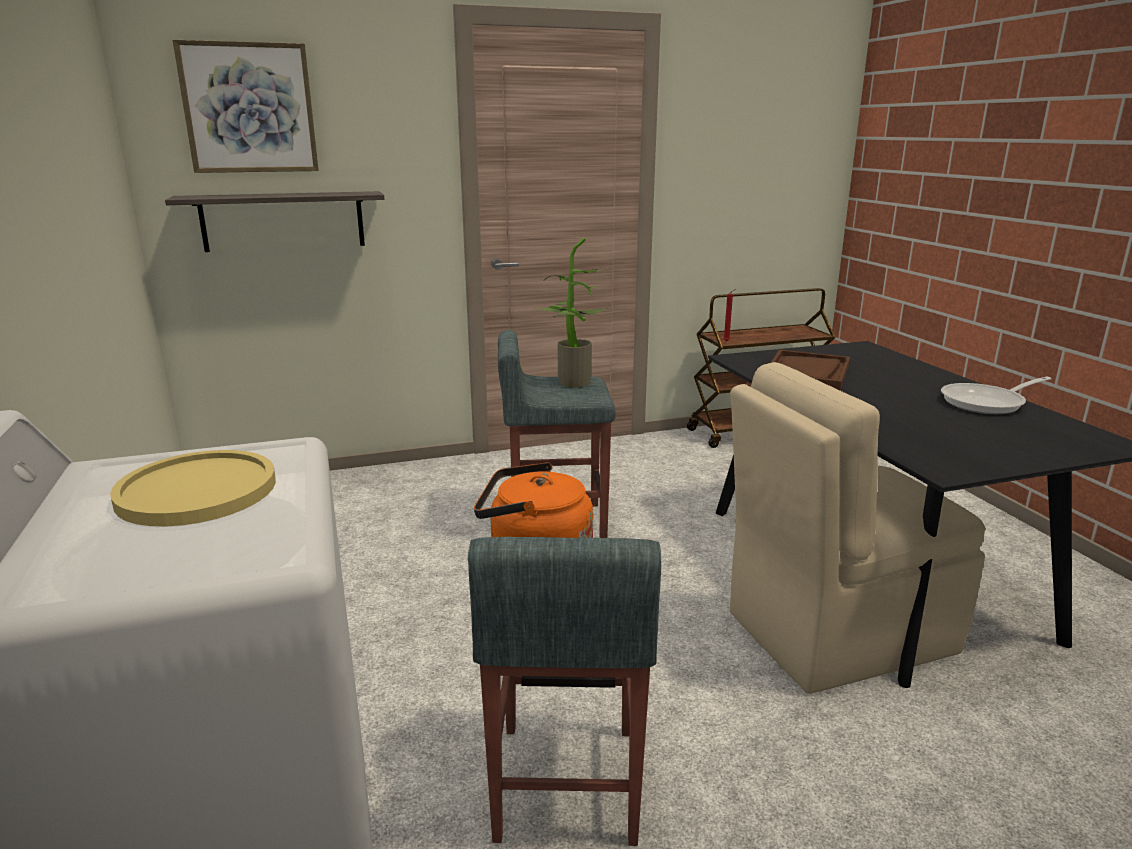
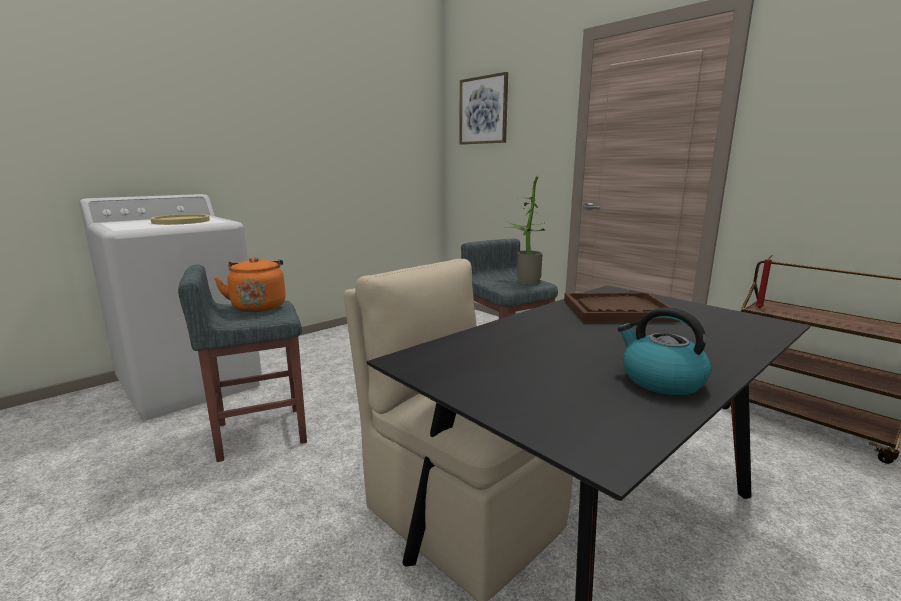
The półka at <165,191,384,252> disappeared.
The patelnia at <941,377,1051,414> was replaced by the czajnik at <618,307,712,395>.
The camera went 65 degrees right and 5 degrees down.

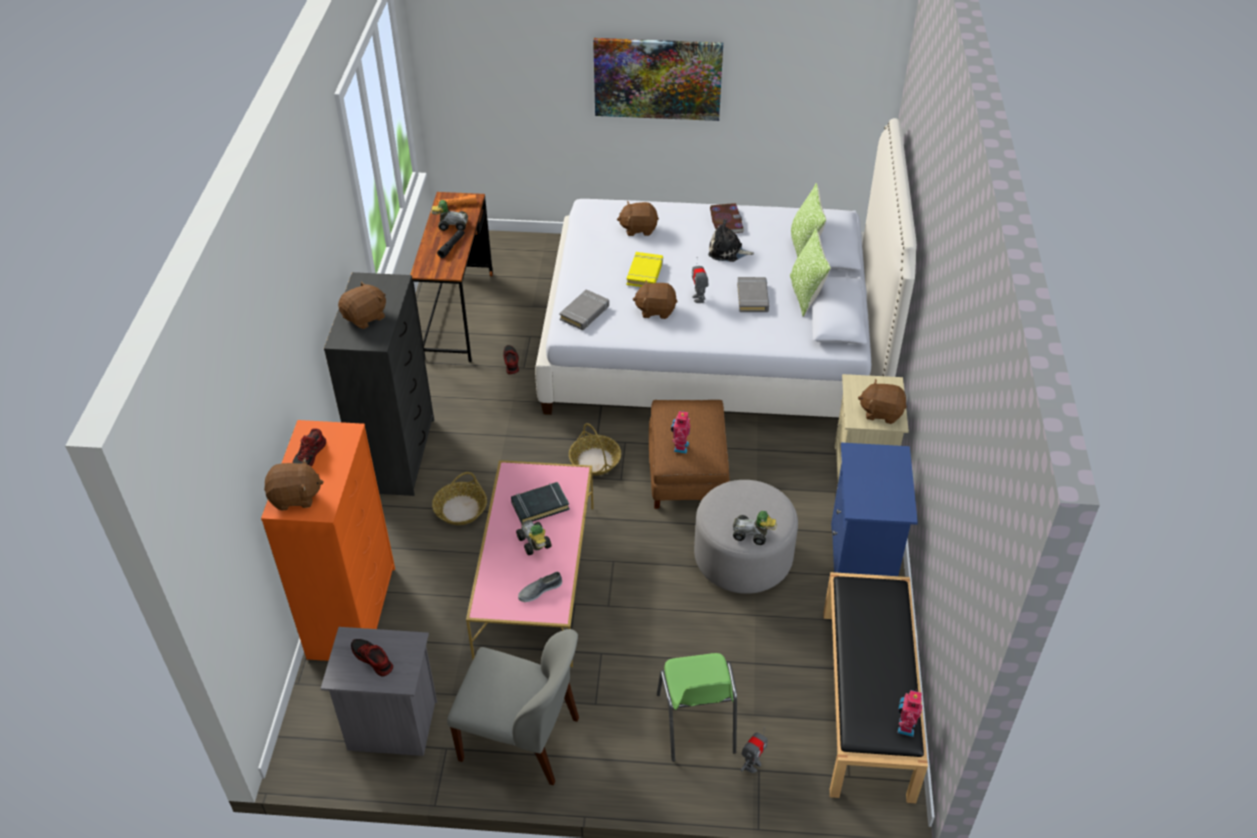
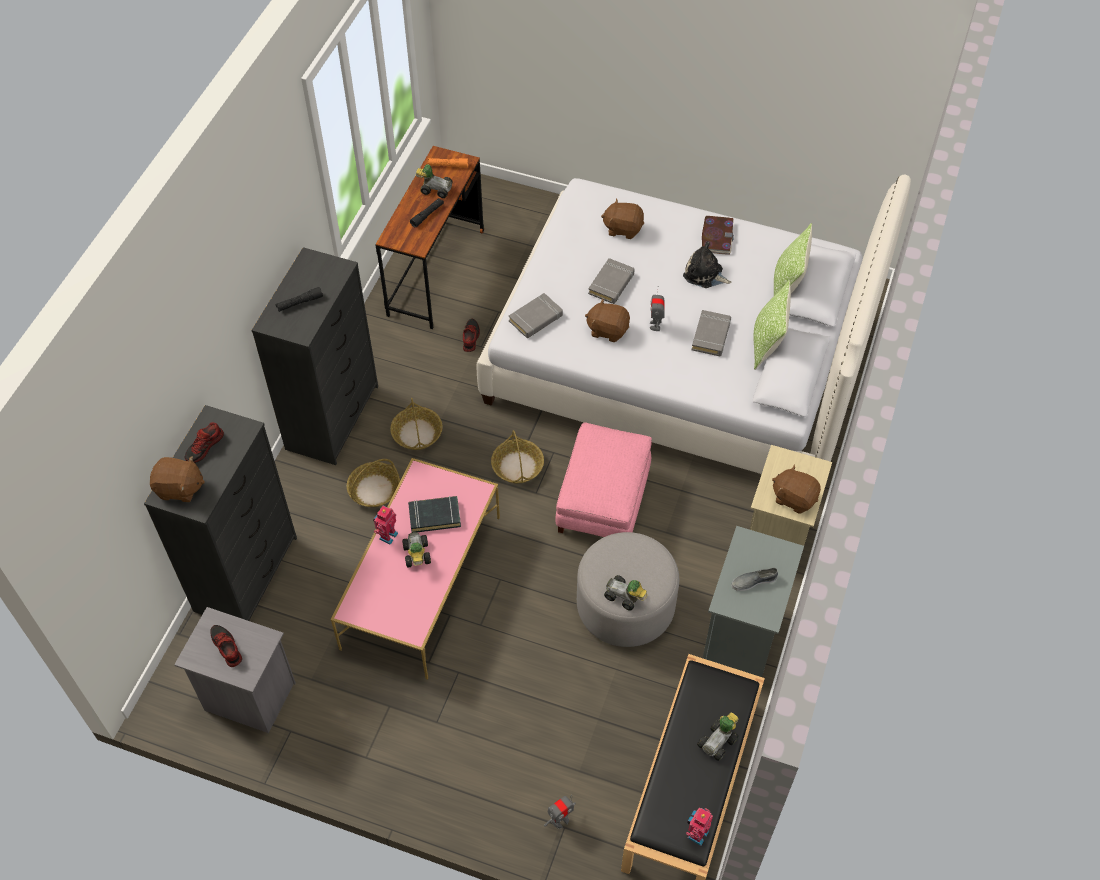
The komoda/pomarańczowy at <261,420,395,661> became the komoda/czarny at <144,405,297,621>.
The pluszak/brązowy at <338,281,386,329> was replaced by the latarka/czarny at <276,287,323,312>.
The krzesło/szary at <447,629,579,785> disappeared.
The but/szary moved from <518,572,562,602> to <731,568,778,591>.
The obraz at <593,38,723,121> disappeared.
The książka/żółty at <626,252,663,287> became the książka/szary at <588,258,635,304>.
The pufa/brązowy at <649,400,730,509> became the pufa/różowy at <555,422,652,537>.
The krzesło/zielony at <657,653,737,762> disappeared.
The robot zabawkowy moved from <671,411,690,454> to <373,506,398,545>.
The szafka nocna/niebieski at <831,443,918,576> became the szafka nocna/szary at <703,526,804,677>.
The koszyk at <390,398,443,450> appeared.
The samochodzik at <697,713,739,761> appeared.
The camera went 15 degrees right and 10 degrees up.

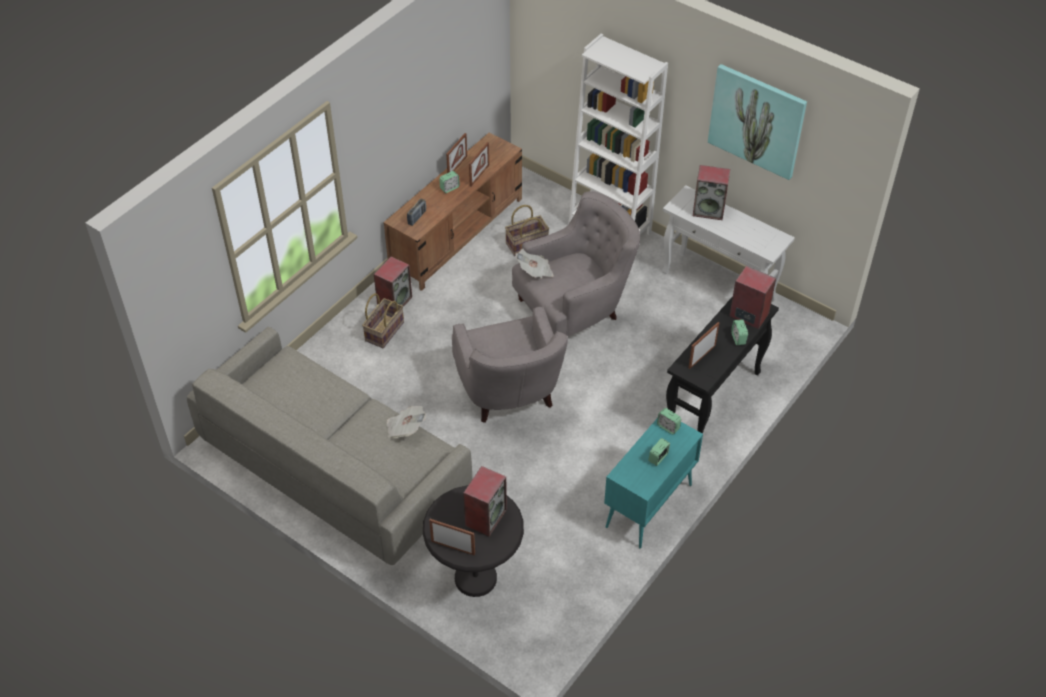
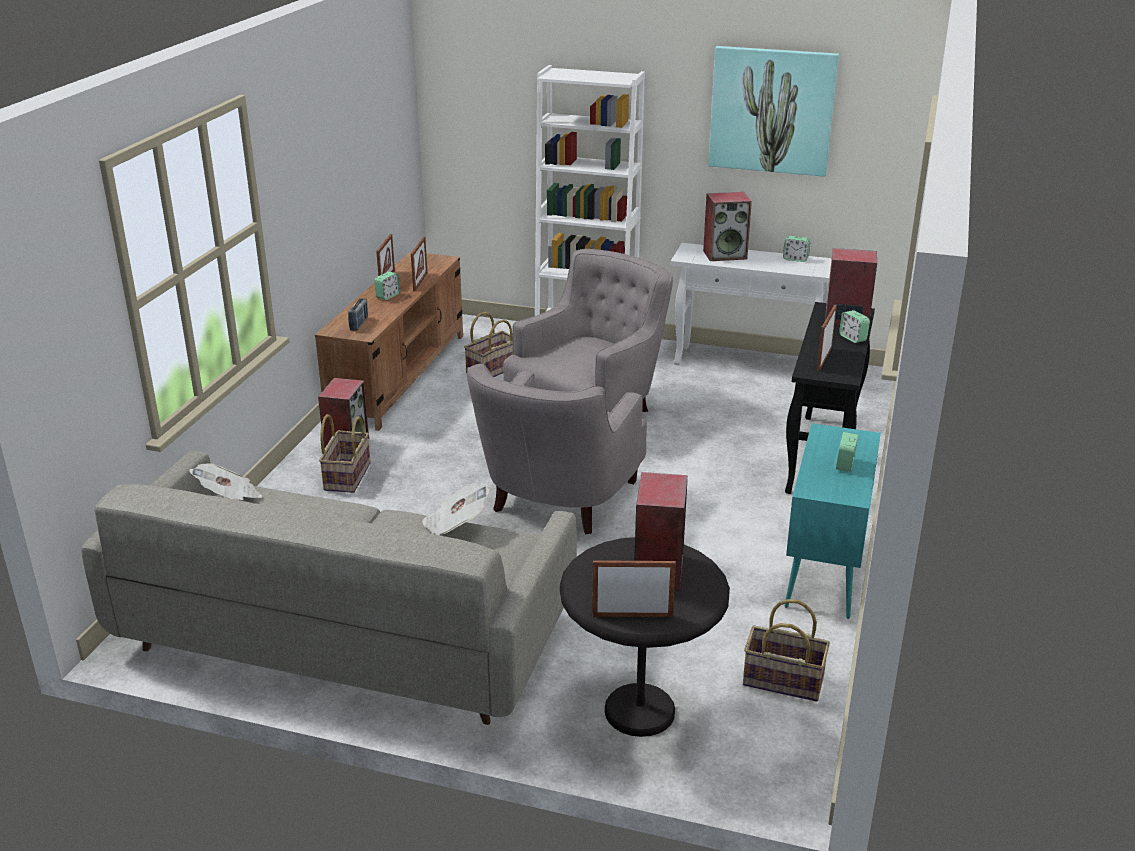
The fotel/szary at <452,306,568,423> turned 60 degrees clockwise.
The gazeta moved from <515,249,554,279> to <189,463,263,500>.
The budzik moved from <657,408,681,434> to <783,236,810,262>.
The koszyk at <743,599,830,702> appeared.
The camera went 20 degrees left and 20 degrees down.

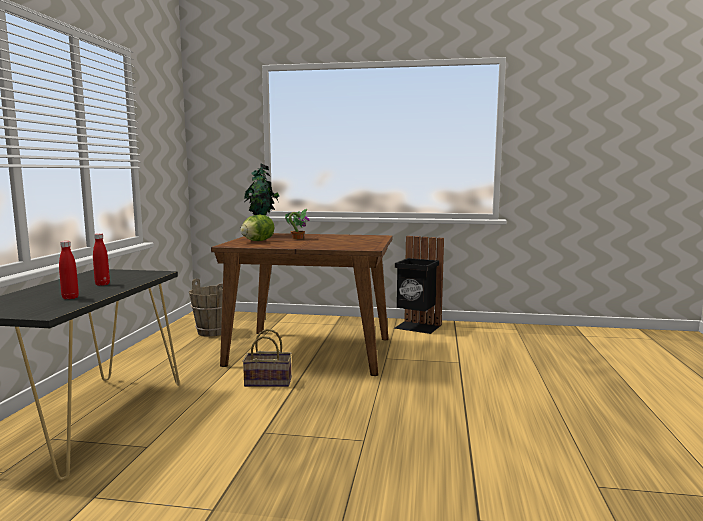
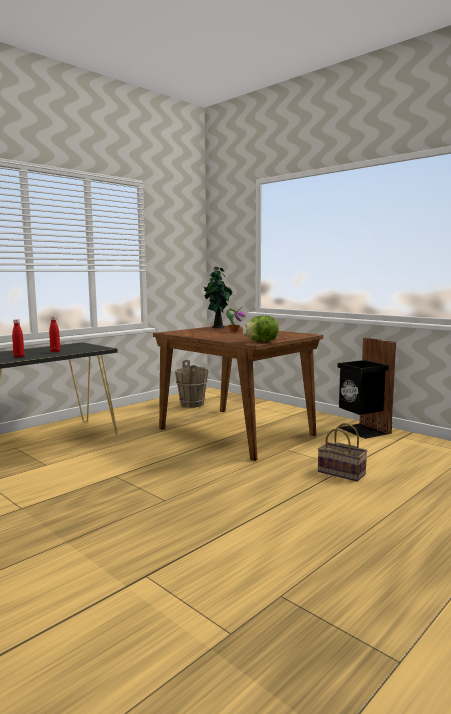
The sałata moved from <240,215,274,241> to <243,316,279,342>.
The koszyk moved from <242,329,292,387> to <318,423,368,481>.
The camera went 35 degrees right and 0 degrees up.

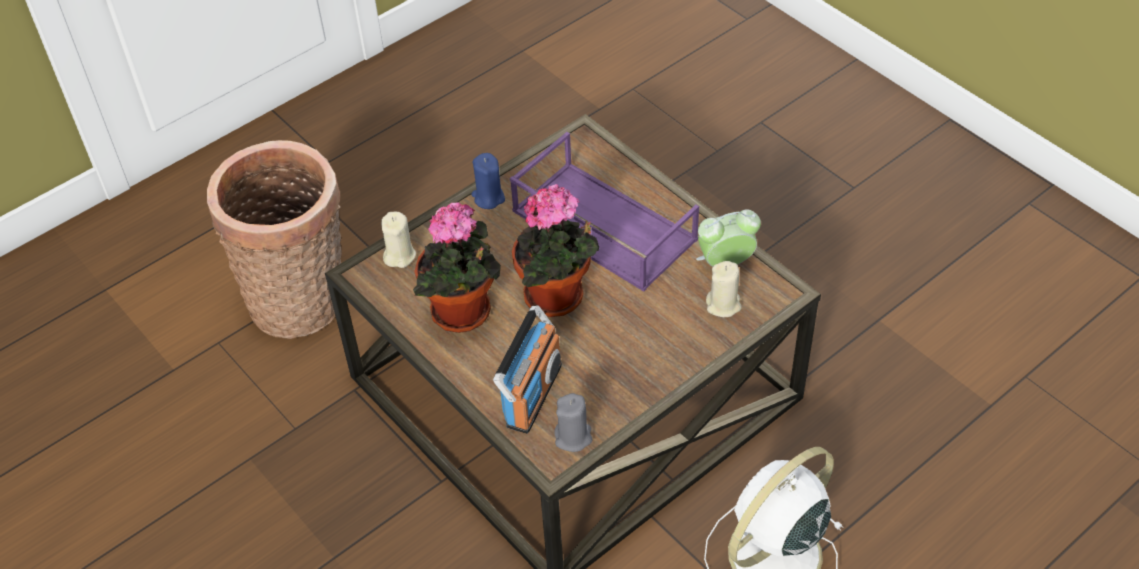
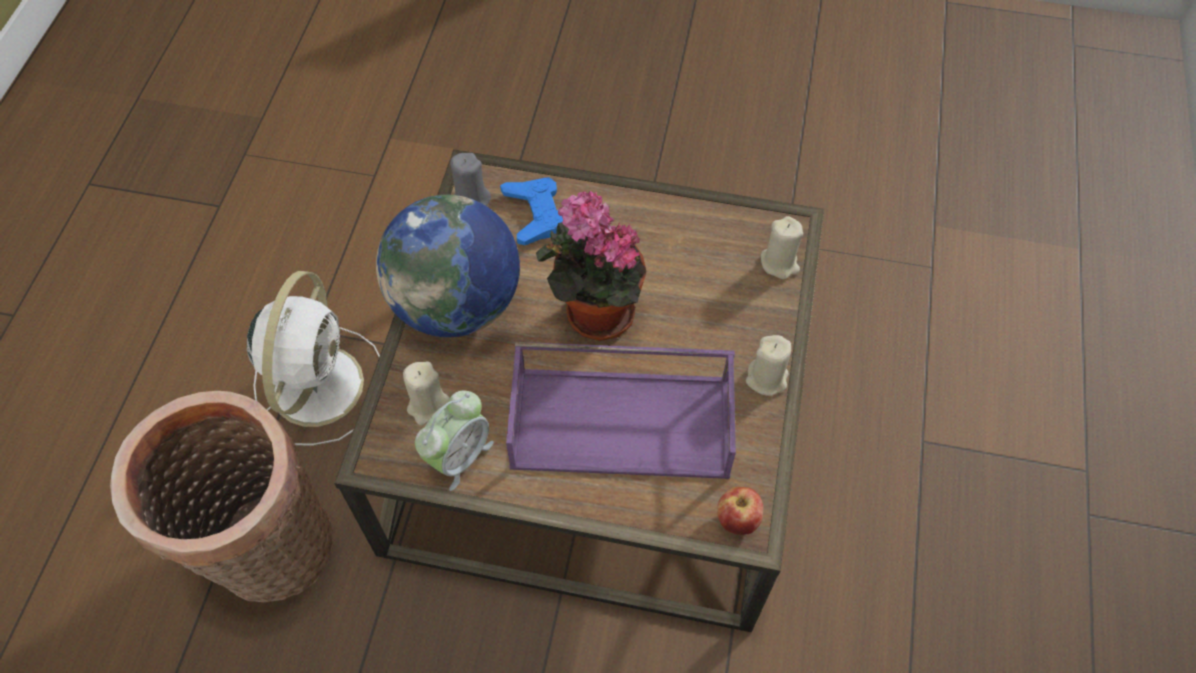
The koszyk moved from <207,140,342,339> to <110,391,333,602>.
The roślina doniczkowa at <413,202,501,333> disappeared.
The świeca/niebieski at <472,153,505,209> became the świeca/beżowy at <746,335,791,396>.
The radio at <493,305,562,434> was replaced by the pad do gier/niebieski at <500,177,563,245>.
The globus at <376,195,520,337> appeared.
The jabłko at <717,487,763,535> appeared.
The camera went 140 degrees right and 10 degrees up.

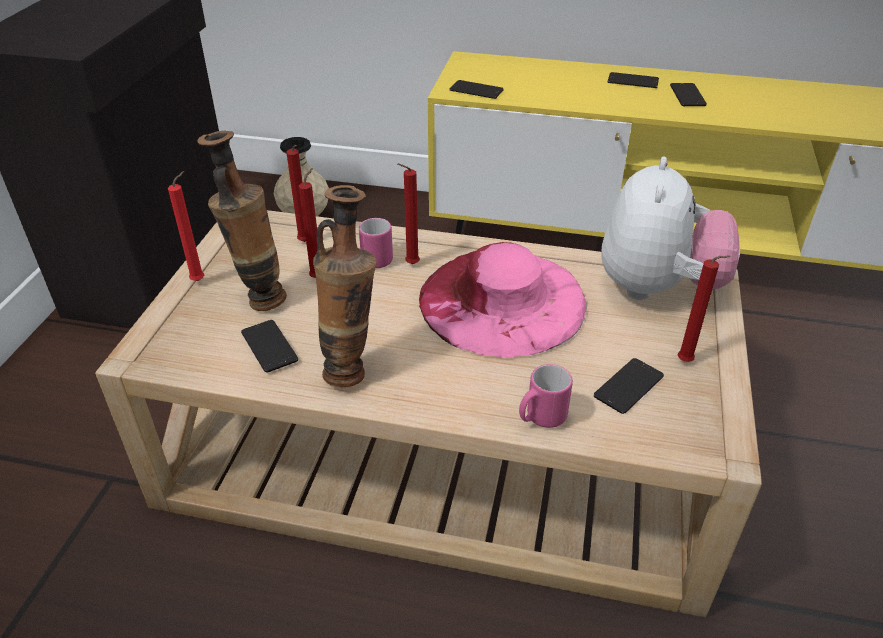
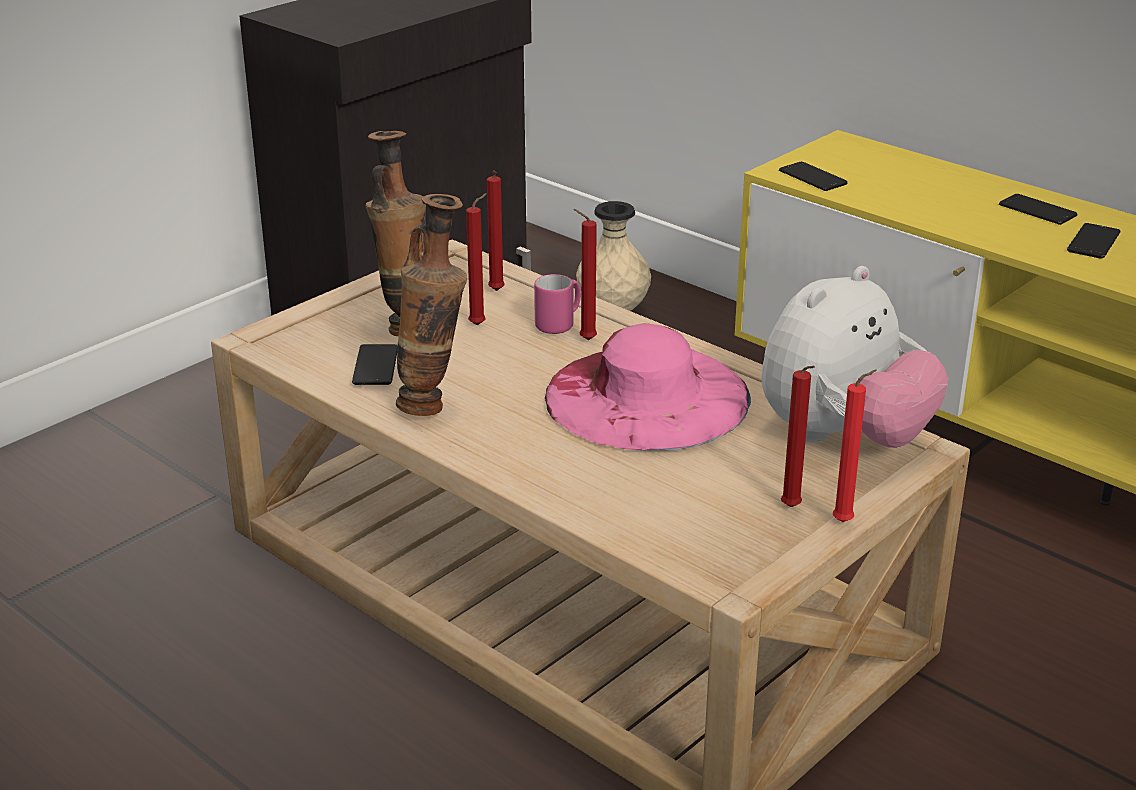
The świeca/czerwony moved from <168,171,204,281> to <833,370,877,522>.
The kubek/różowy at <519,364,573,428> disappeared.
The telefon at <594,358,664,414> disappeared.
The camera went 30 degrees right and 10 degrees down.

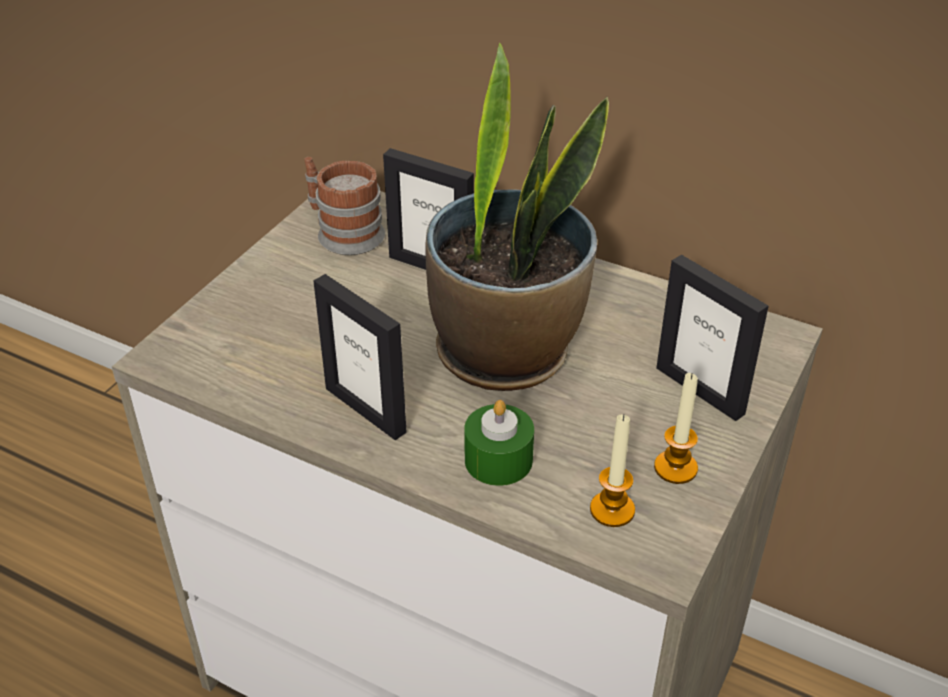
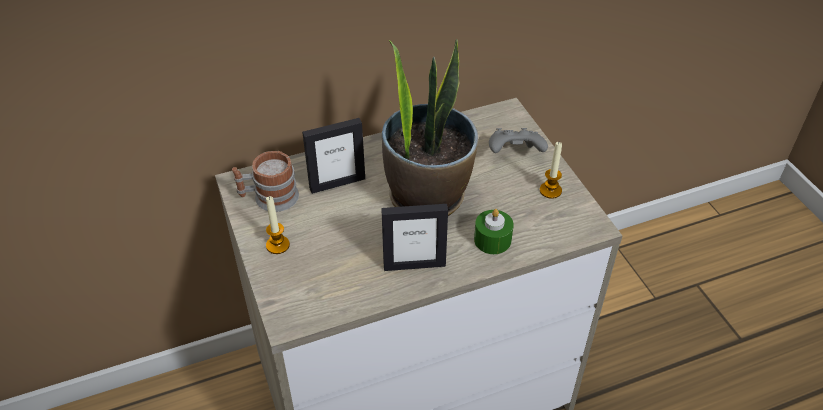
The świeca moved from <590,414,635,527> to <266,196,290,254>.
The ramka na zdjęcie at <656,255,769,421> was replaced by the pad do gier/szary at <489,128,548,153>.
The camera went 50 degrees left and 5 degrees up.

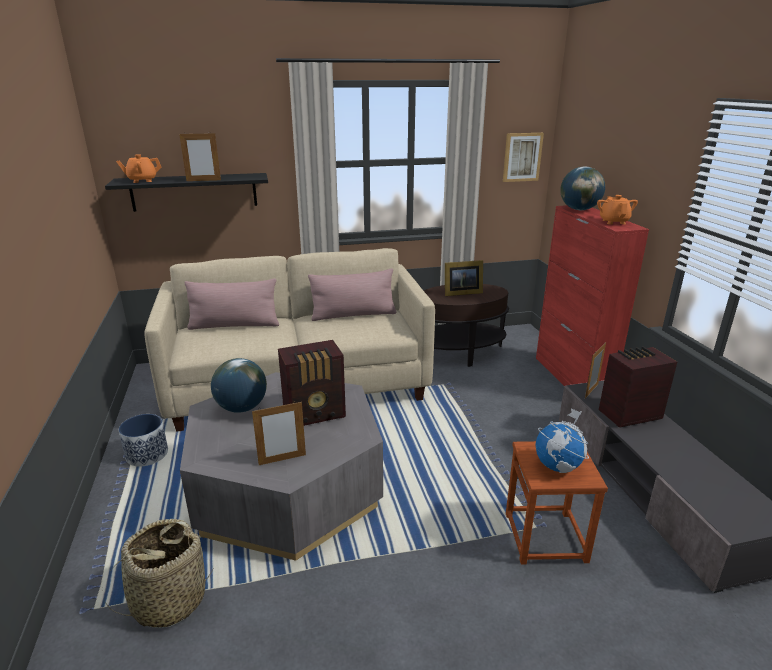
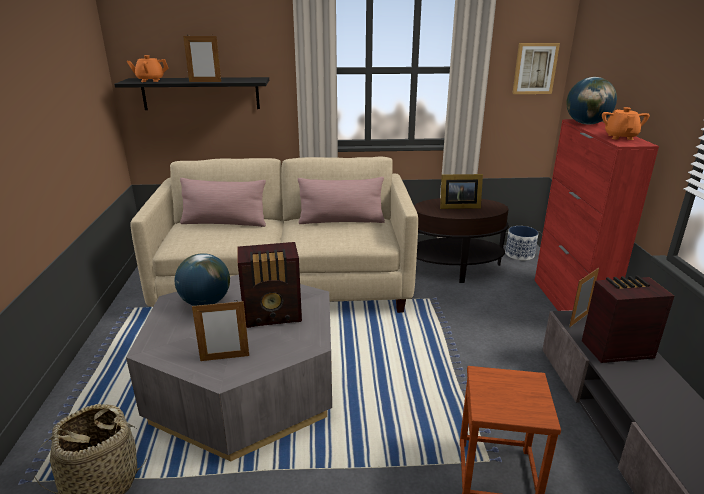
The donica moved from <119,414,168,467> to <505,226,538,260>.
The globus at <536,408,589,473> disappeared.
The camera went 10 degrees right and 0 degrees up.

